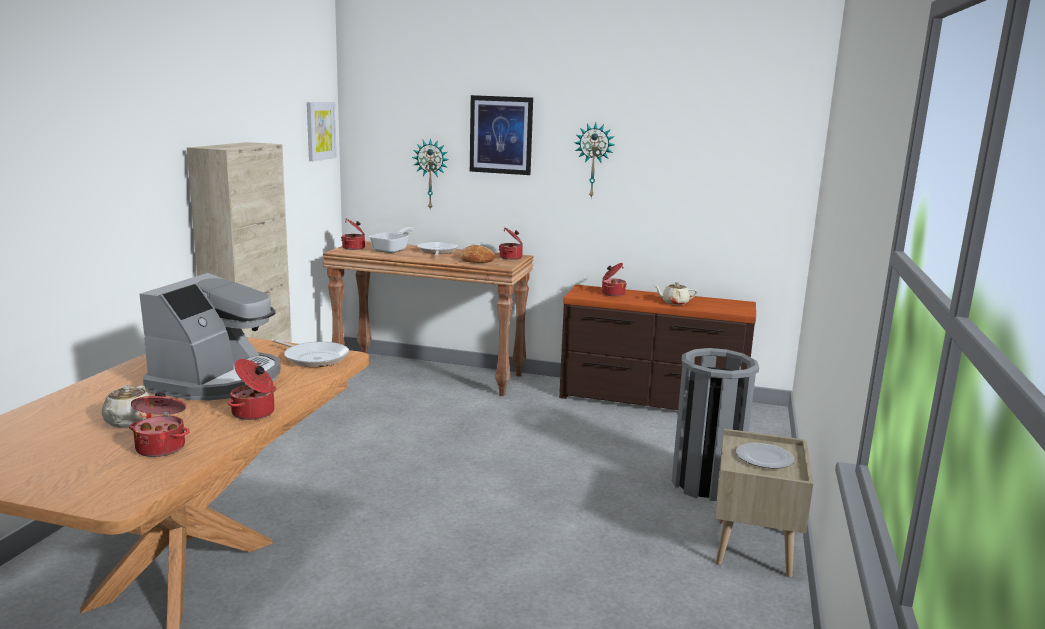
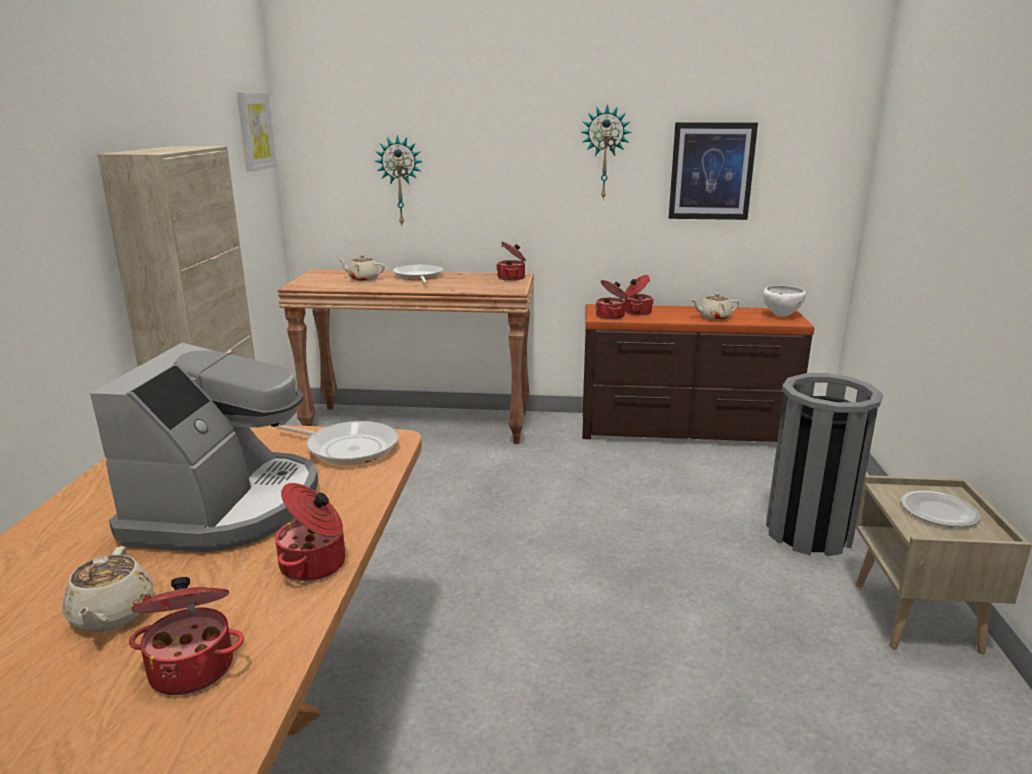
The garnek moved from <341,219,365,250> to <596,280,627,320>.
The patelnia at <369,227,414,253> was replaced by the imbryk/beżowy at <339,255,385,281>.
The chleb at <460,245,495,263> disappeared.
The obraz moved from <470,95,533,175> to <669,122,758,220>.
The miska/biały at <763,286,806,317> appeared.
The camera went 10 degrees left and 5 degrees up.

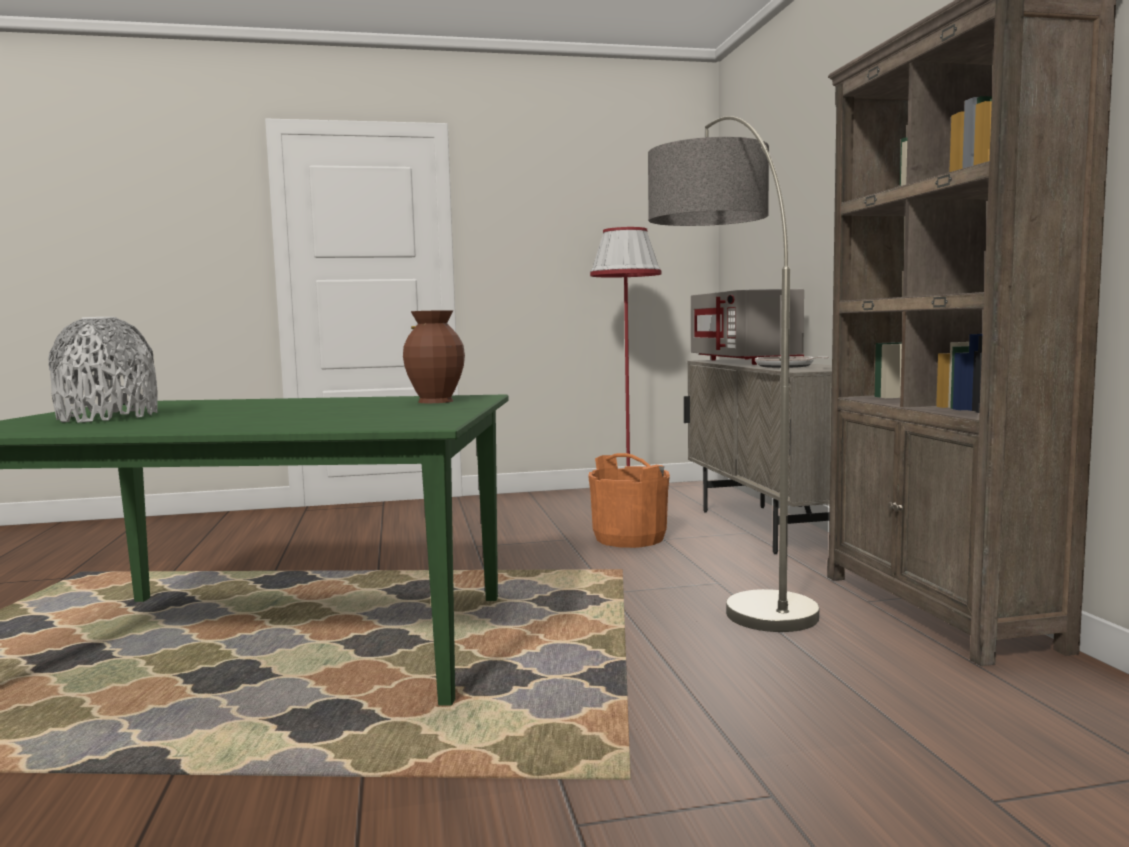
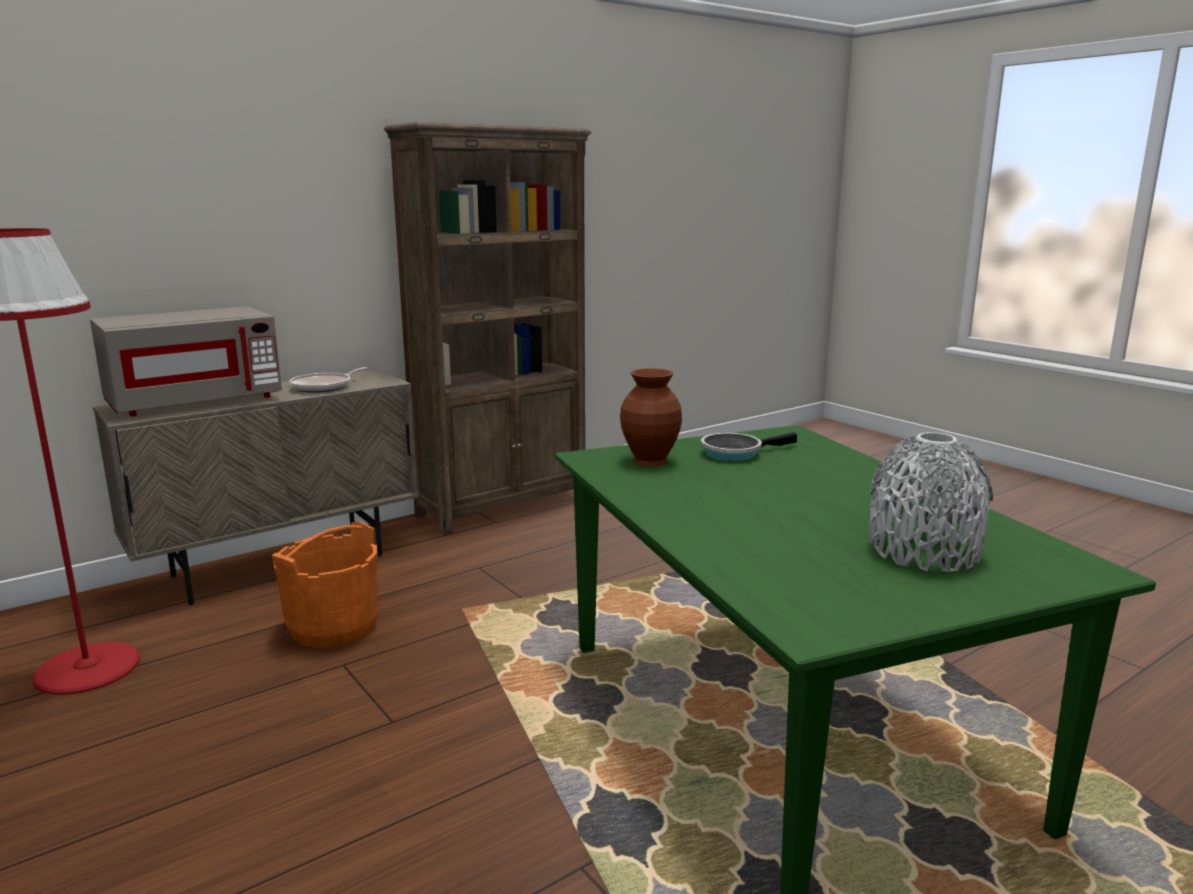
The lampa stojąca at <648,116,819,632> disappeared.
The patelnia at <701,432,797,462> appeared.
The camera went 115 degrees left and 10 degrees up.

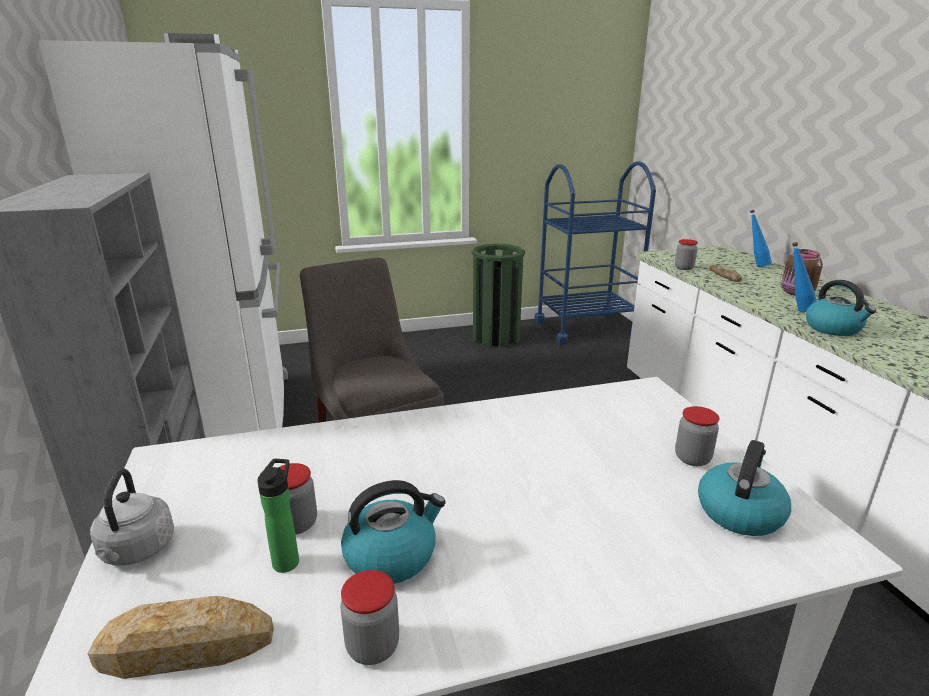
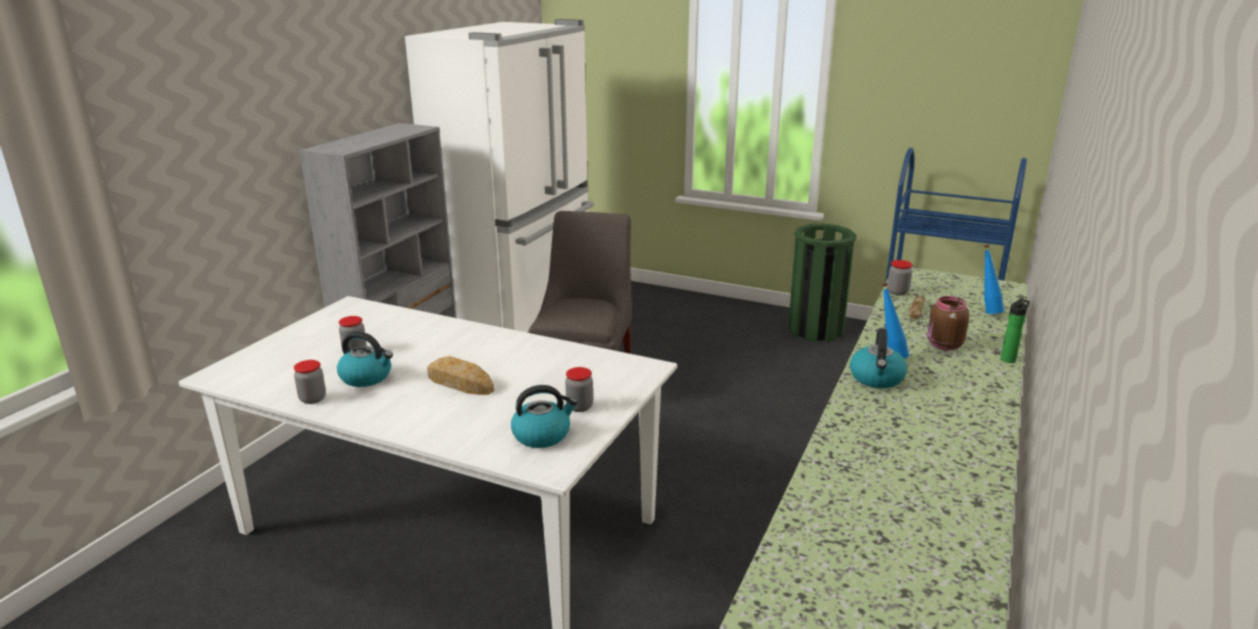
The chleb moved from <87,596,274,679> to <427,356,494,395>.
The czajnik/szary at <90,469,174,565> disappeared.
The butelka moved from <257,459,299,573> to <1001,299,1030,363>.
The camera went 40 degrees right and 0 degrees up.

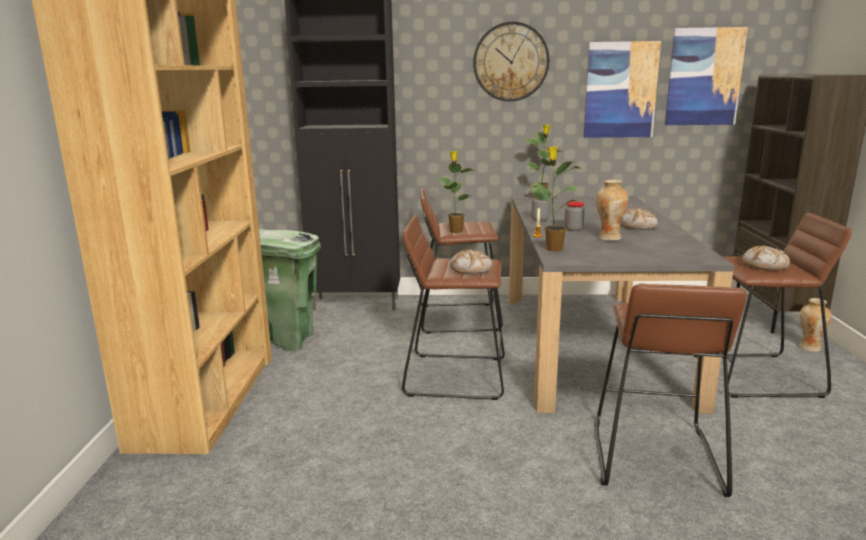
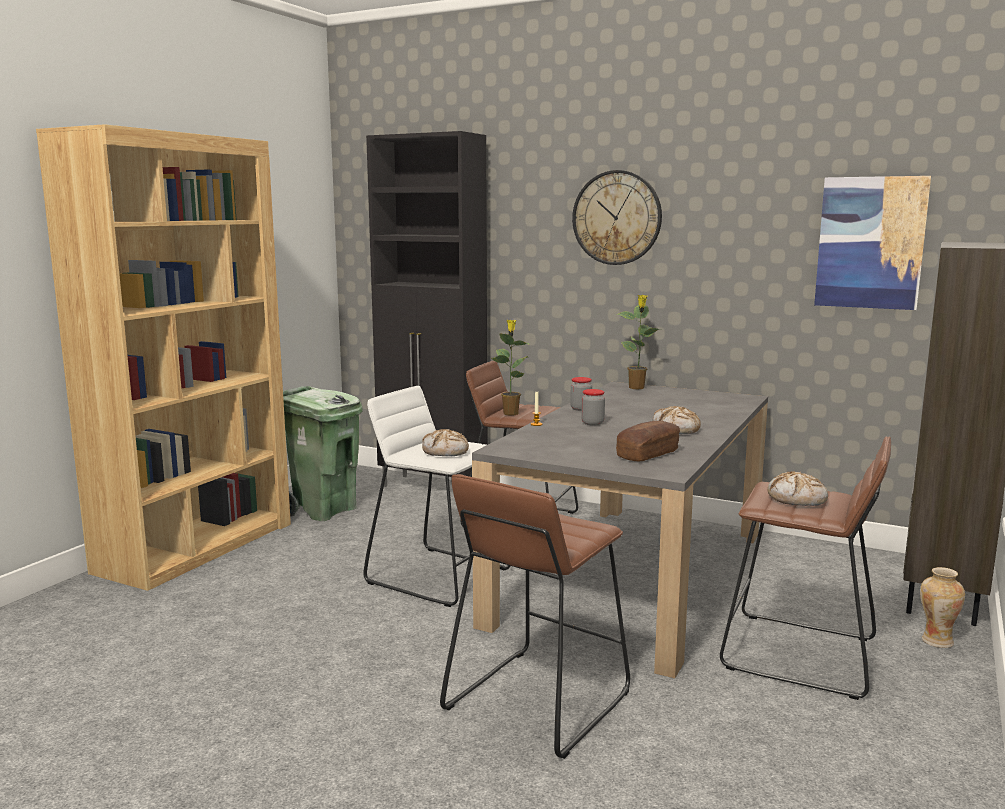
The stołek/brązowy at <402,215,505,400> became the stołek/biały at <363,386,510,607>.
The roślina doniczkowa at <532,146,581,252> disappeared.
The obraz at <584,41,661,138> disappeared.
The wazon at <596,180,628,241> disappeared.
The chleb at <616,421,680,461> appeared.
The camera went 25 degrees right and 5 degrees down.

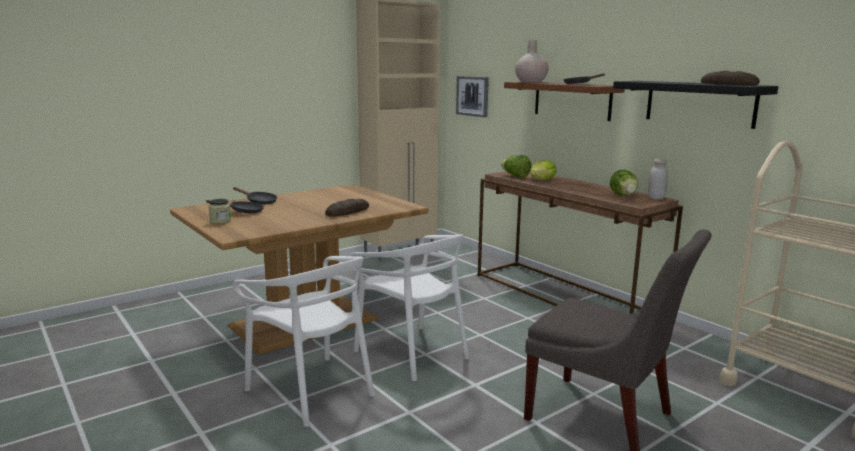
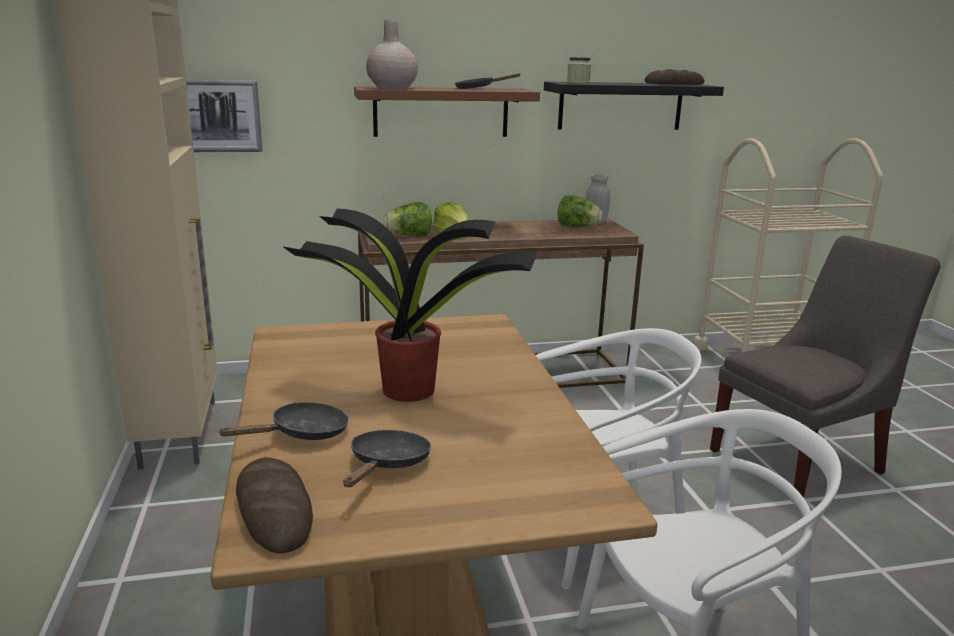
The słoik moved from <209,199,231,224> to <567,57,591,84>.
The chleb moved from <325,199,369,217> to <236,457,313,553>.
The roślina doniczkowa at <282,208,538,402> appeared.
The camera went 65 degrees left and 5 degrees up.

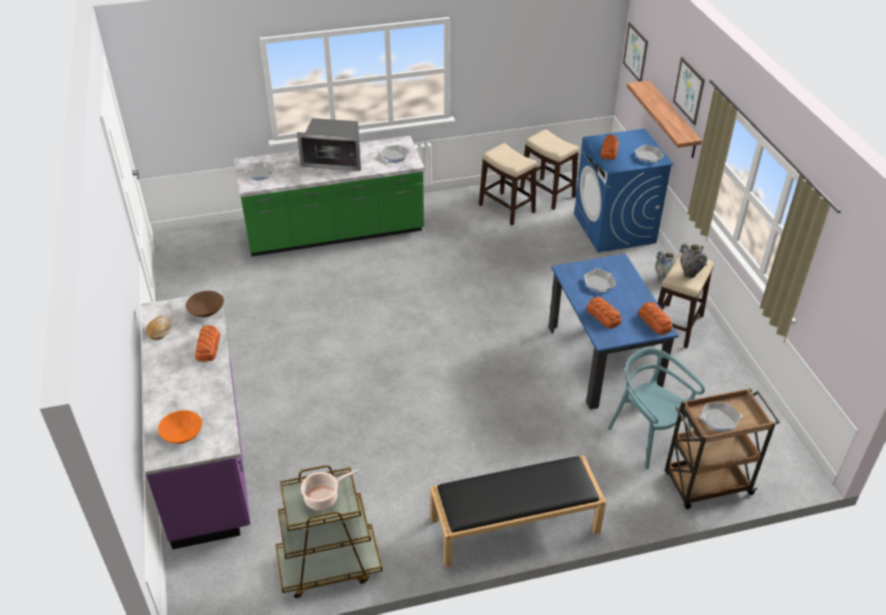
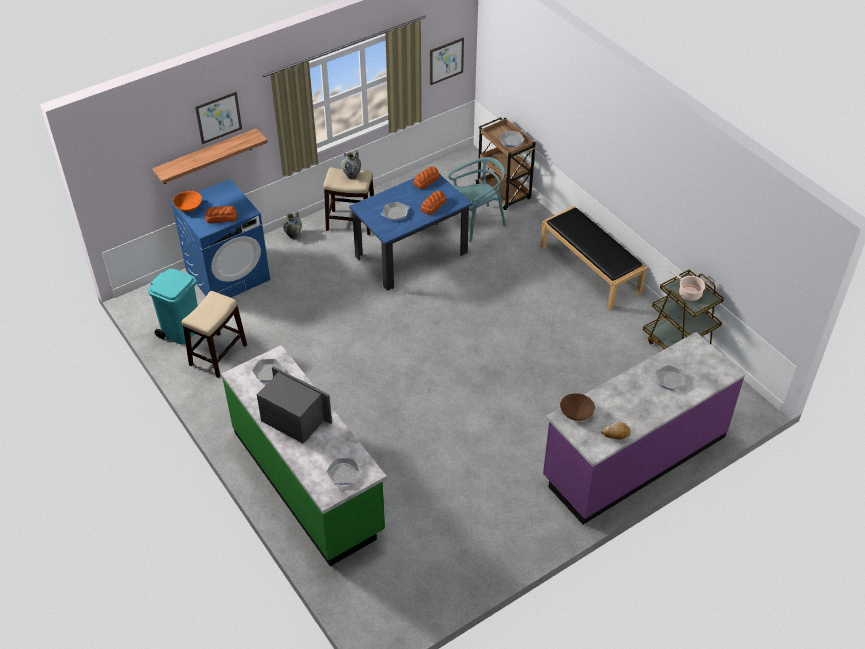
The miska/pomarańczowy moved from <158,410,202,444> to <173,191,202,212>.
The chleb at <195,325,220,362> disappeared.
The mikrofalówka at <297,118,361,171> turned 45 degrees counterclockwise.
The stołek at <520,129,579,210> was replaced by the kosz na śmieci/turkusowy at <148,269,198,344>.
The krzesło/turkusowy at <608,348,705,469> turned 150 degrees counterclockwise.
The obraz moved from <623,22,648,81> to <430,37,464,85>.
The patelnia moved from <635,145,664,163> to <655,365,686,391>.
The camera went 110 degrees left and 5 degrees up.

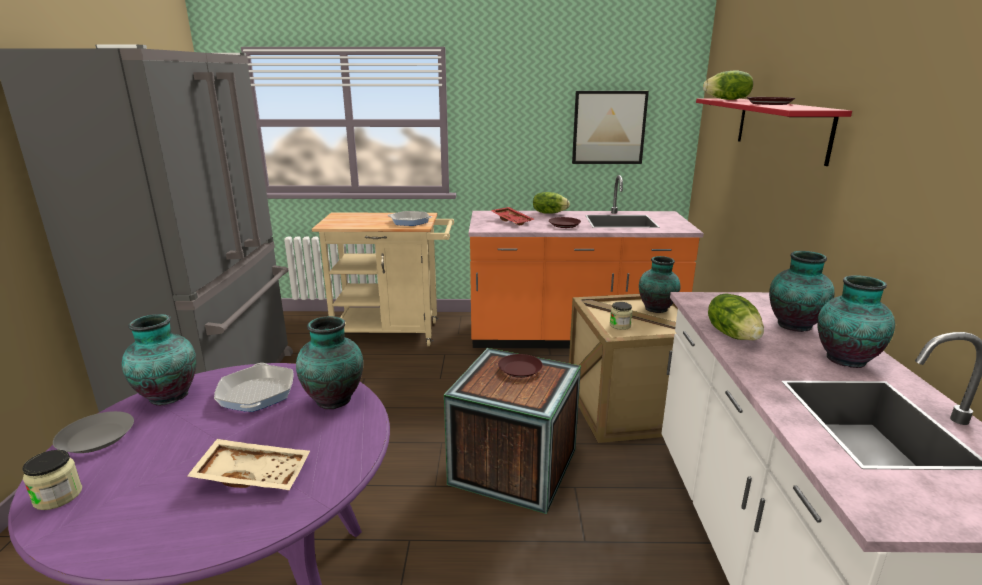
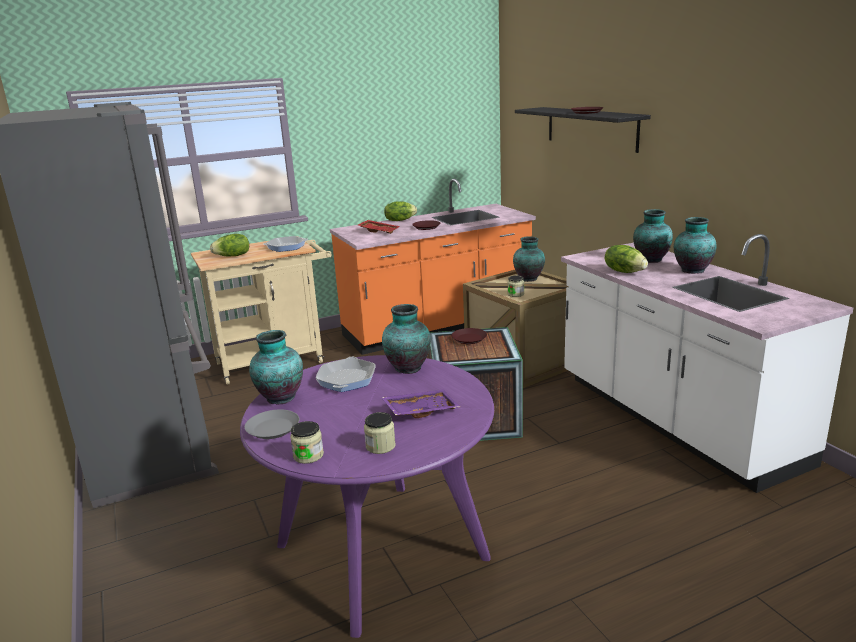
The taca/beżowy at <187,439,310,490> became the taca/fioletowy at <381,389,460,418>.
The patelnia at <214,363,294,412> turned 135 degrees counterclockwise.
The obraz at <572,91,649,164> disappeared.
The półka/czerwony at <696,99,852,166> became the półka/czarny at <515,107,651,153>.
The sałata moved from <703,71,753,100> to <210,234,249,256>.
The słoik at <364,412,395,454> appeared.
The camera went 25 degrees left and 0 degrees up.

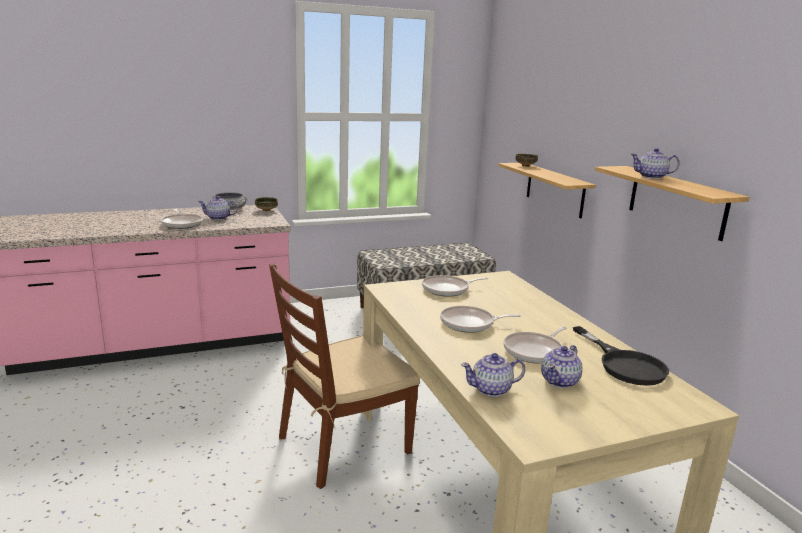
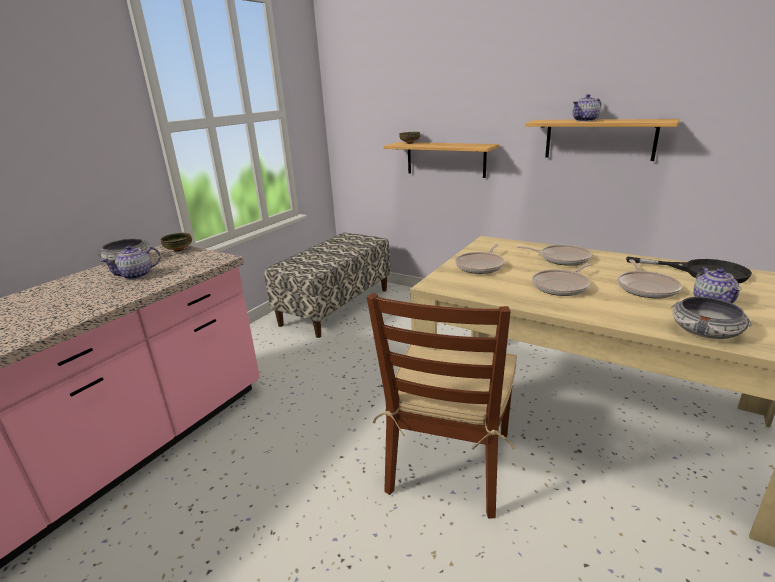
The patelnia moved from <161,208,203,229> to <517,245,592,266>.
The imbryk at <461,353,525,397> was replaced by the miska at <672,296,752,339>.
The camera went 35 degrees left and 5 degrees up.

